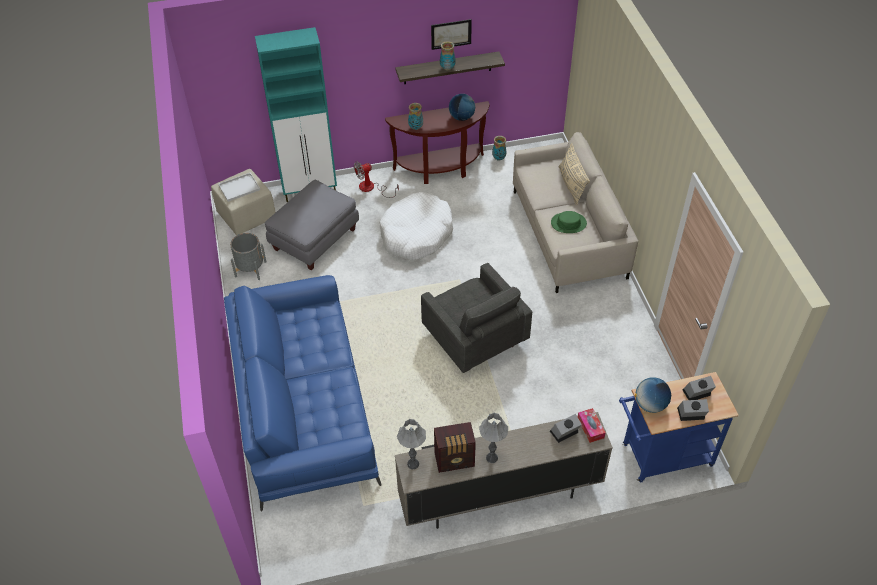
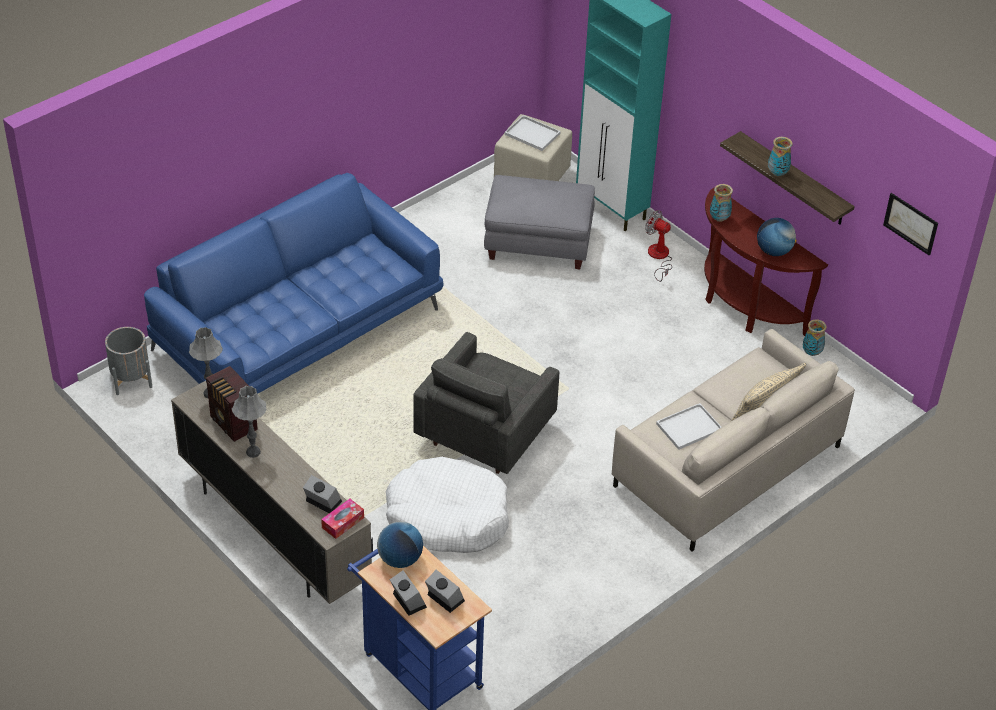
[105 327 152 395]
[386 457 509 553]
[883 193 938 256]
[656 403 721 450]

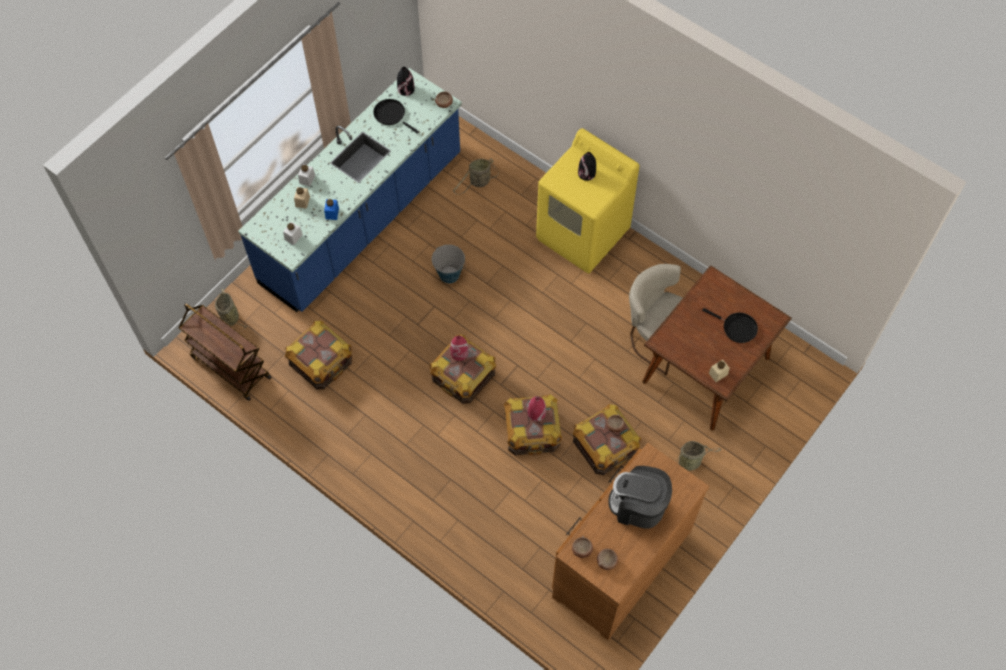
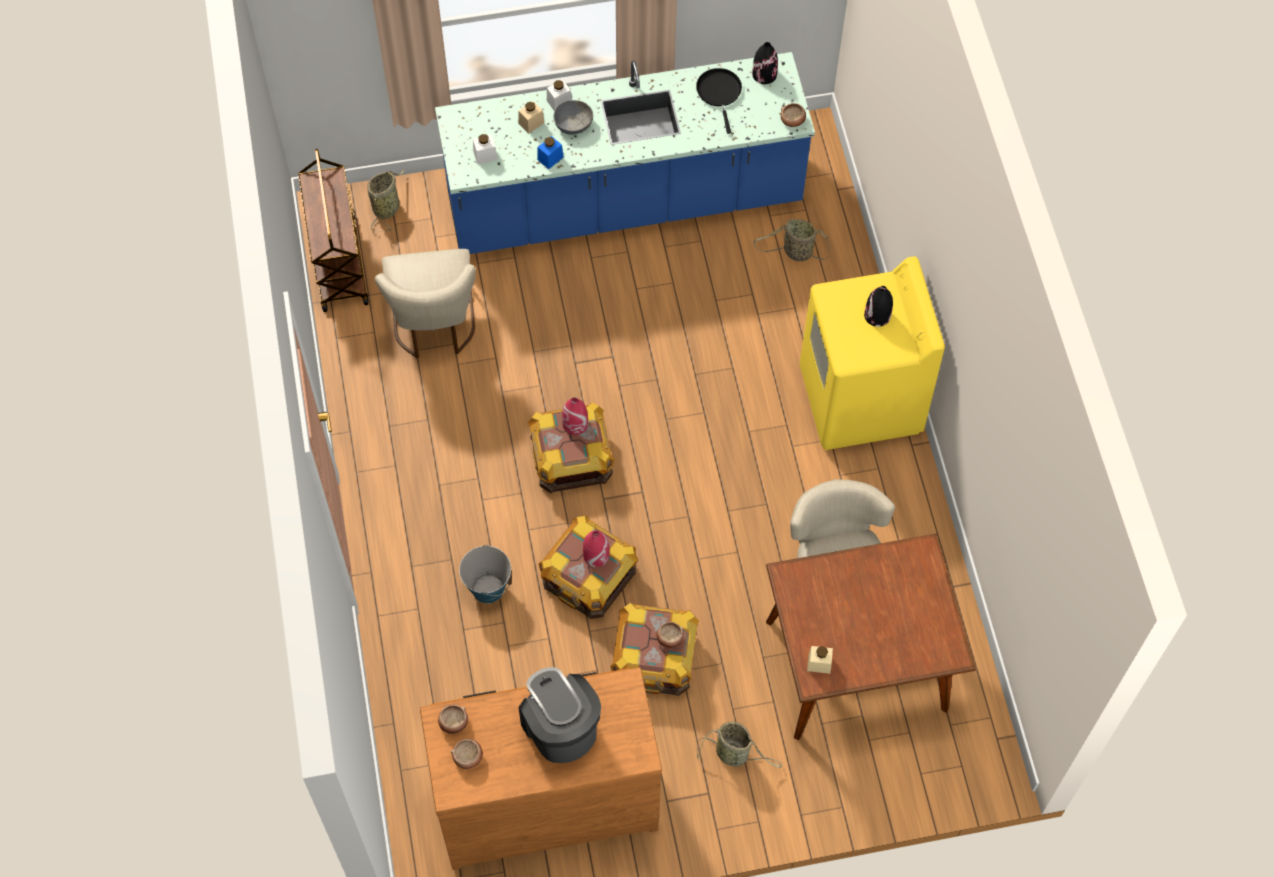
[702 308 758 343] (first image)
[554 100 593 135]
[459 545 512 603]
[375 249 476 359]

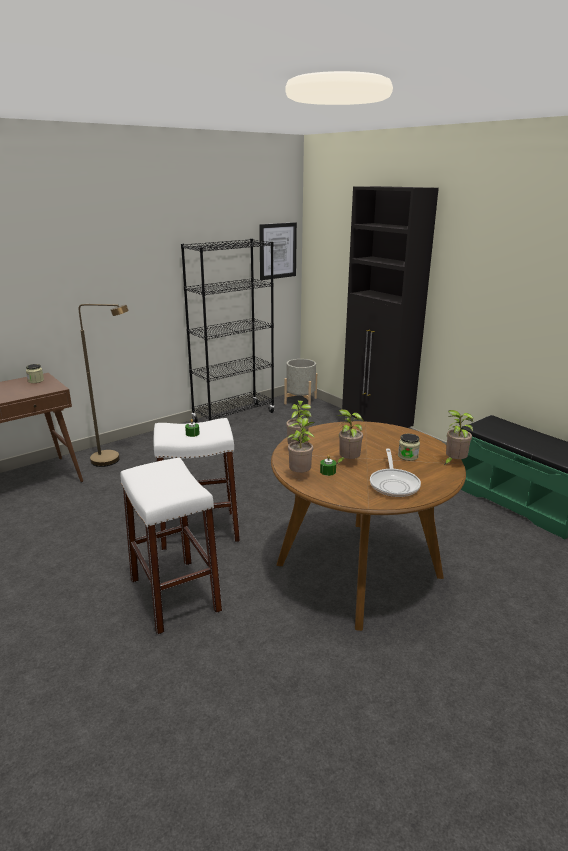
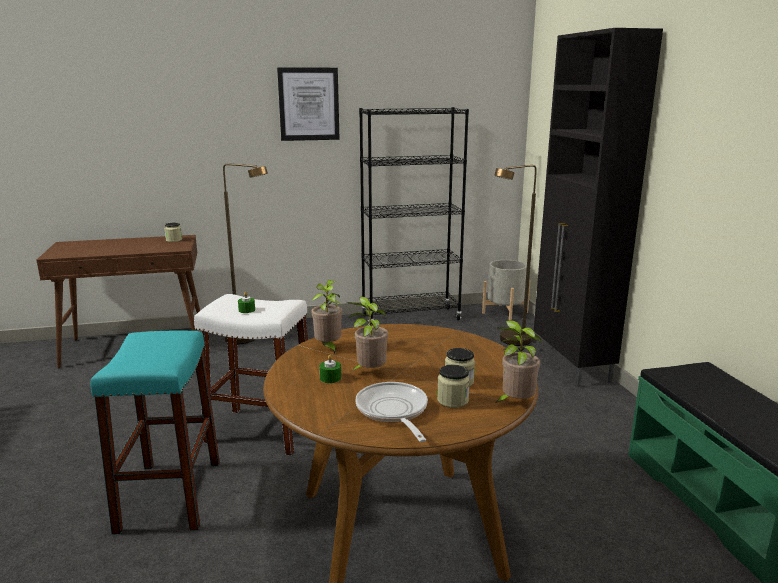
[287 418 315 473] (first image)
[437 365 470 408]
[494 165 537 346]
[277 67 340 141]
[91 330 220 535]
[356 382 428 442]

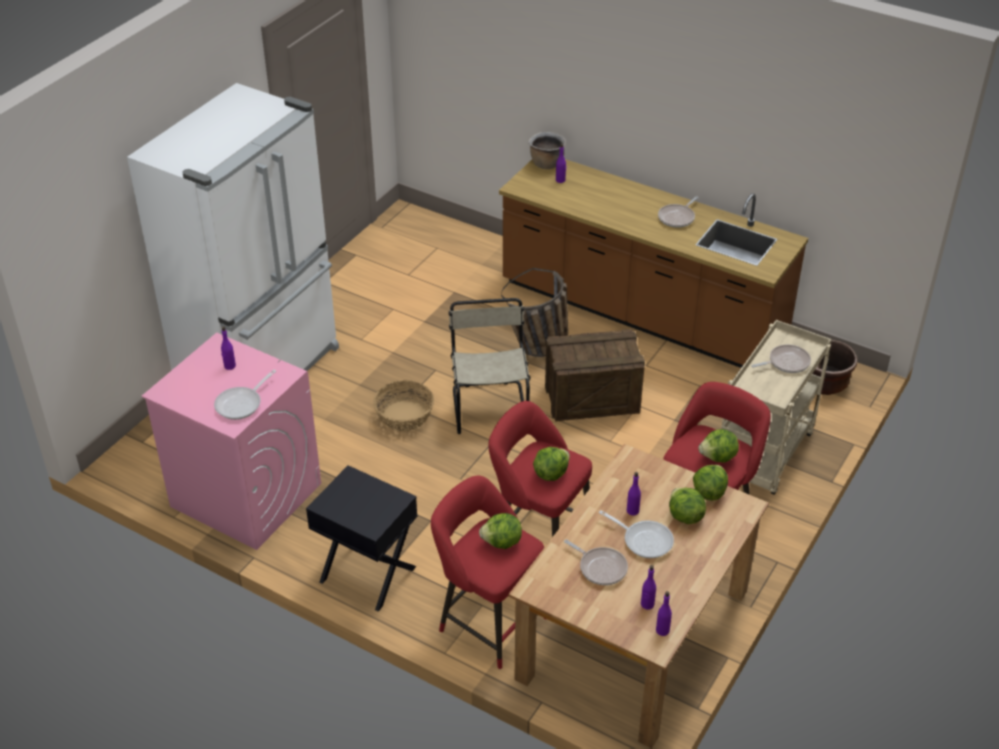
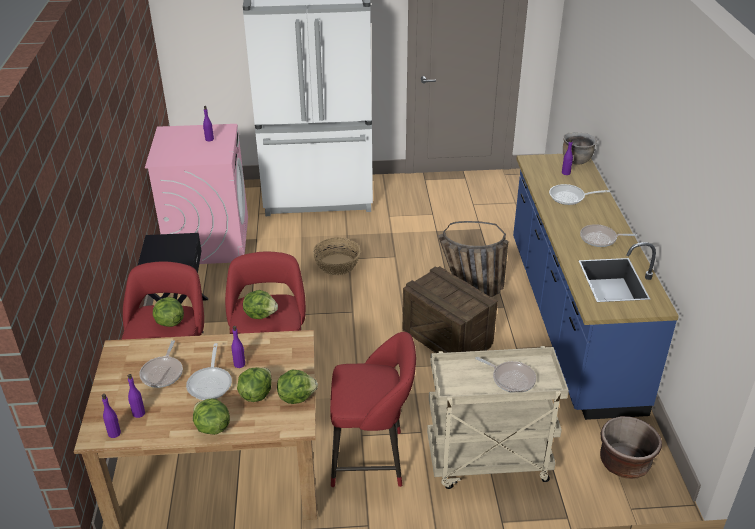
[448 298 531 434] (first image)
[549 184 610 205]
[193 399 230 435]
[513 154 679 420]

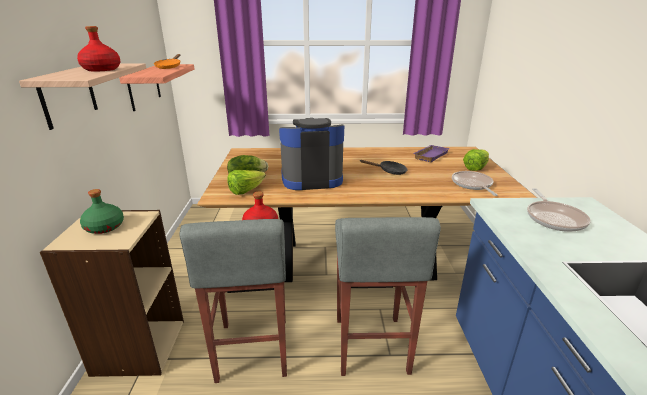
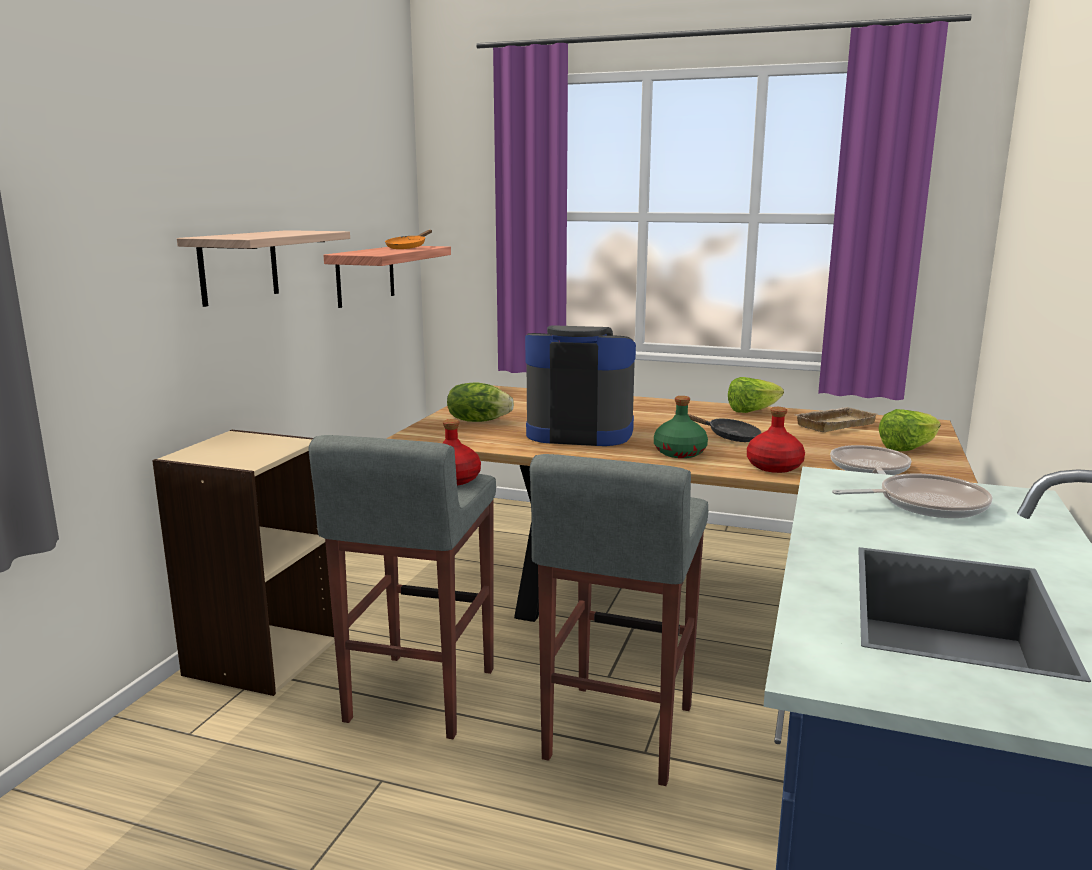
[747 407 805 473]
[654 396 708 458]
[728 377 784 413]
[793 407 879 432]
[832 474 993 518]

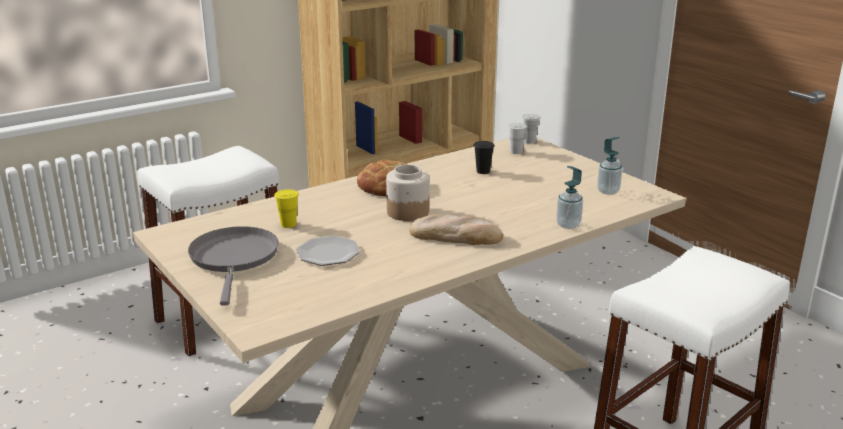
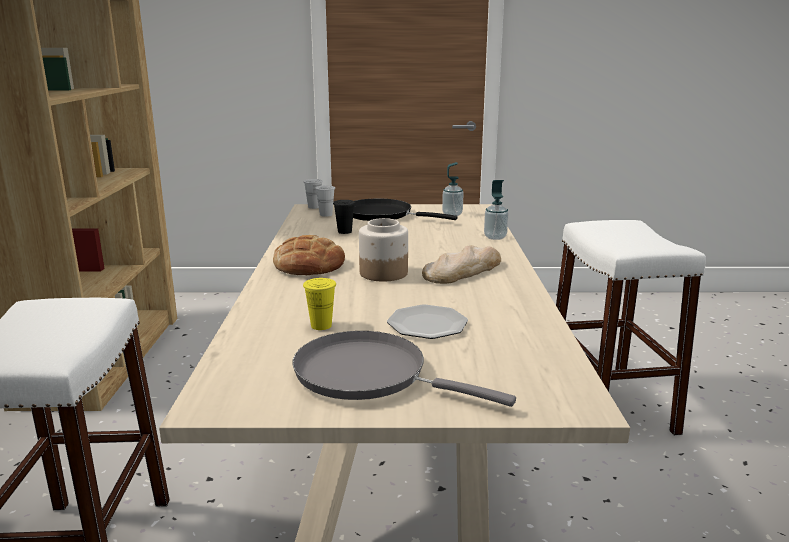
[353 199 458 221]

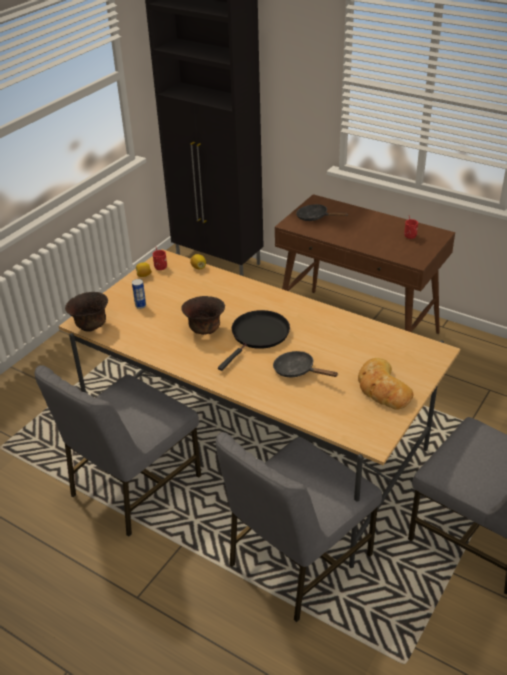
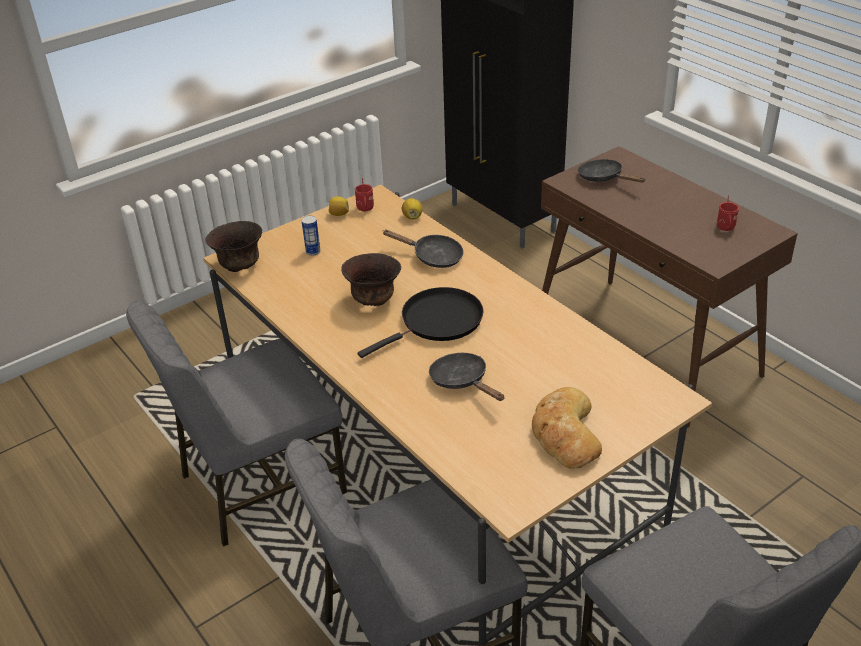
[382 230 464 268]

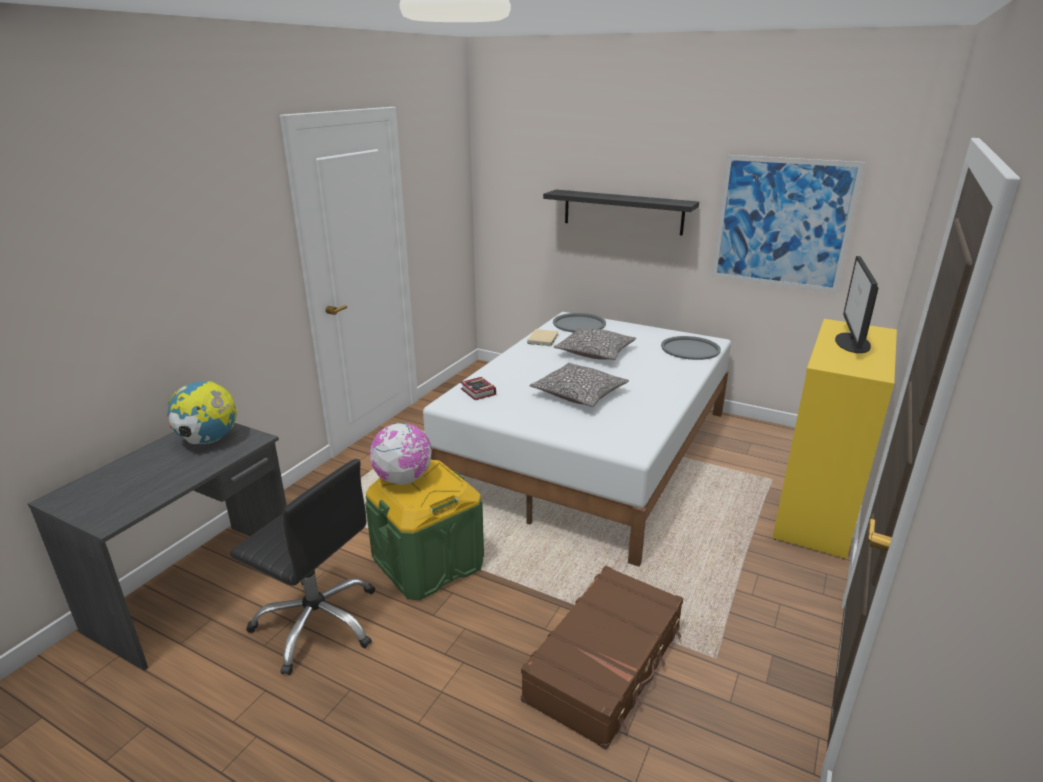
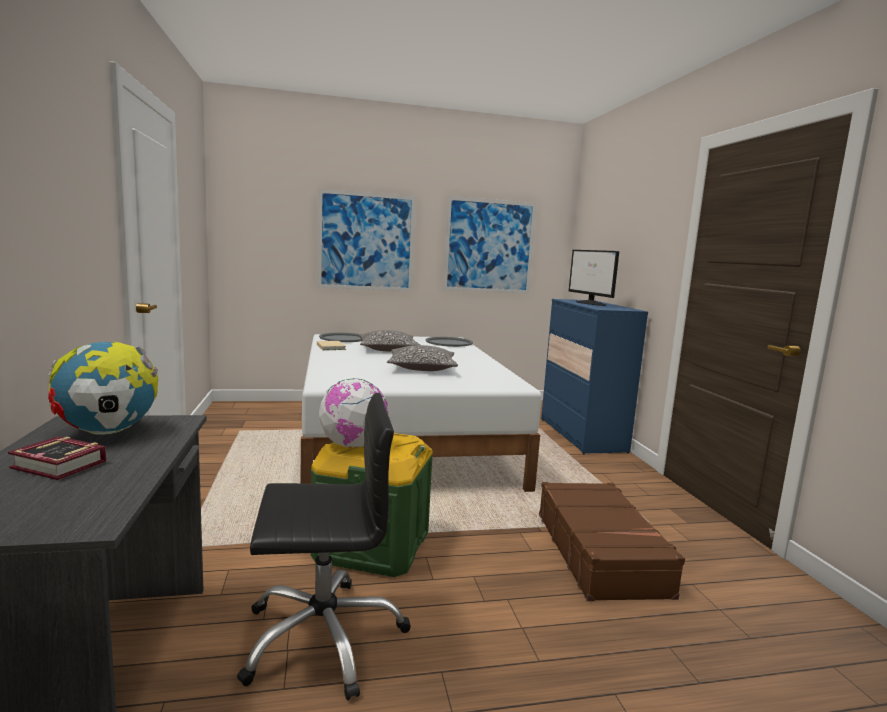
[8 436 106 480]
[318 189 416 291]
[541 299 648 454]

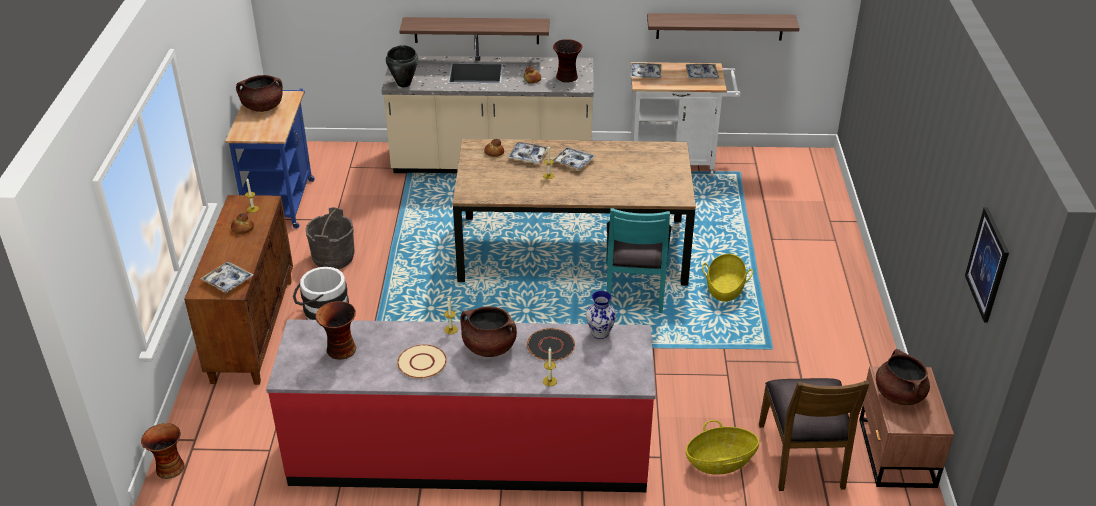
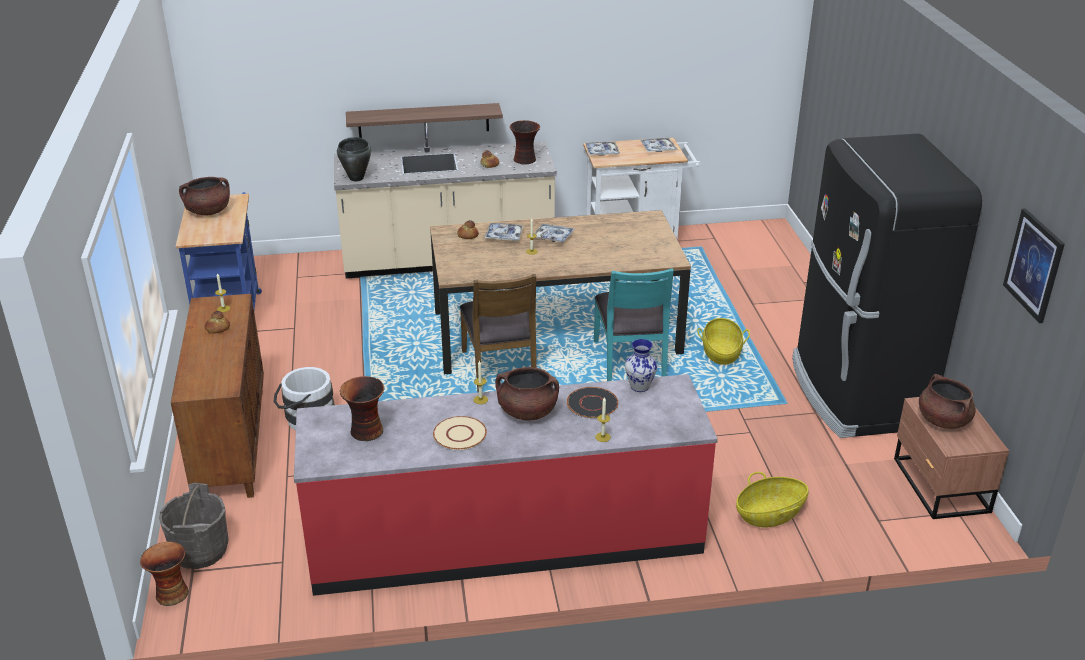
[200 262 253 293] (first image)
[647 13 800 40] (first image)
[792 133 982 438]
[159 483 229 569]
[460 274 537 393]

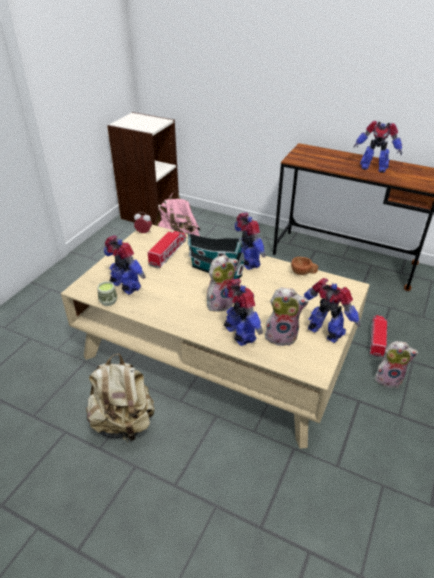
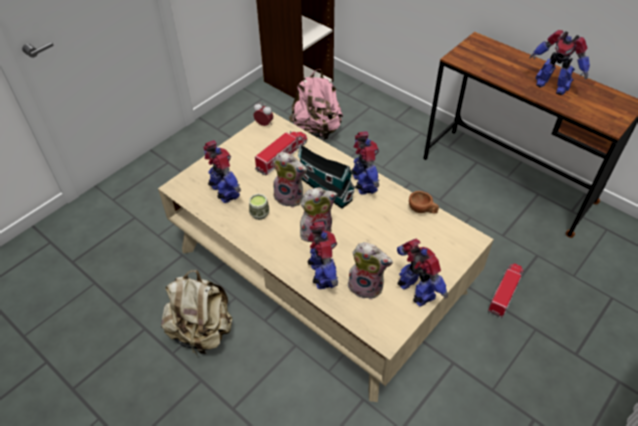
[249 194 269 220]
[273 152 307 207]

